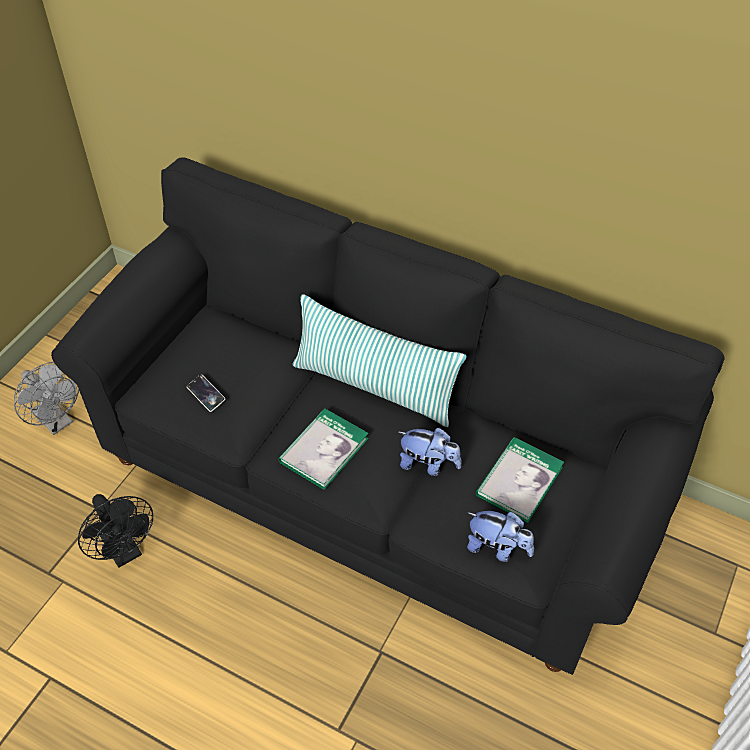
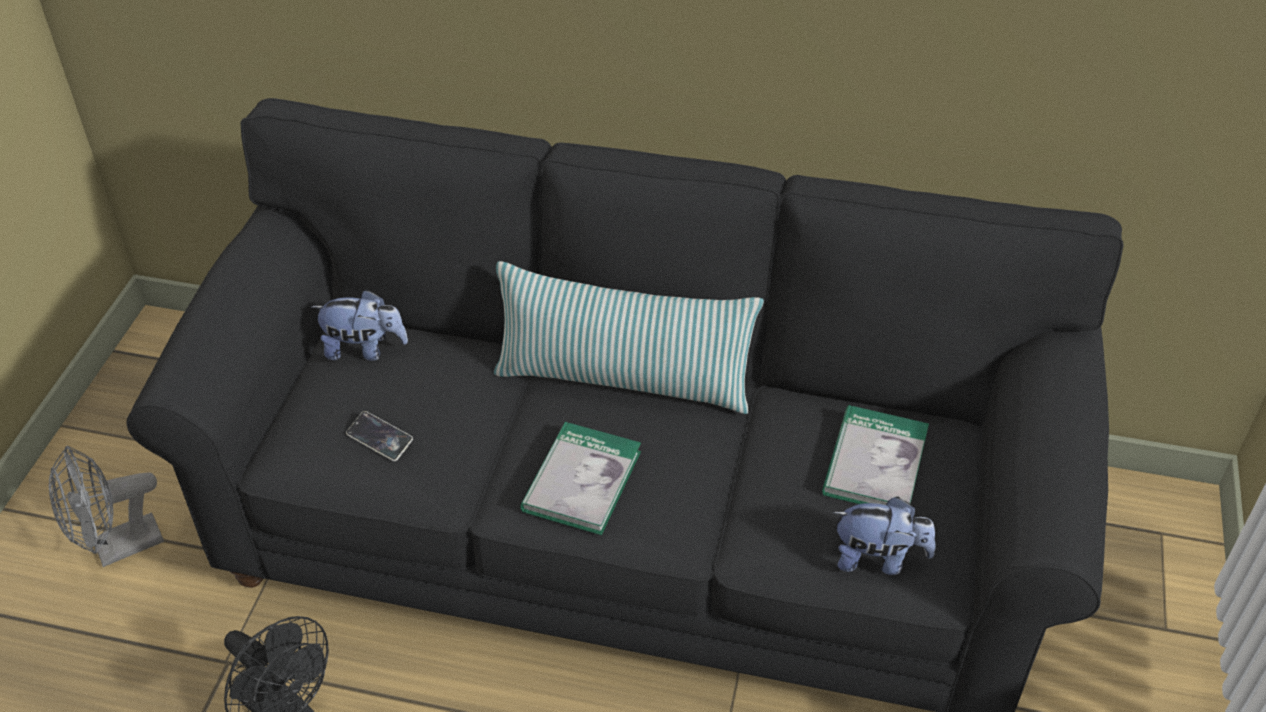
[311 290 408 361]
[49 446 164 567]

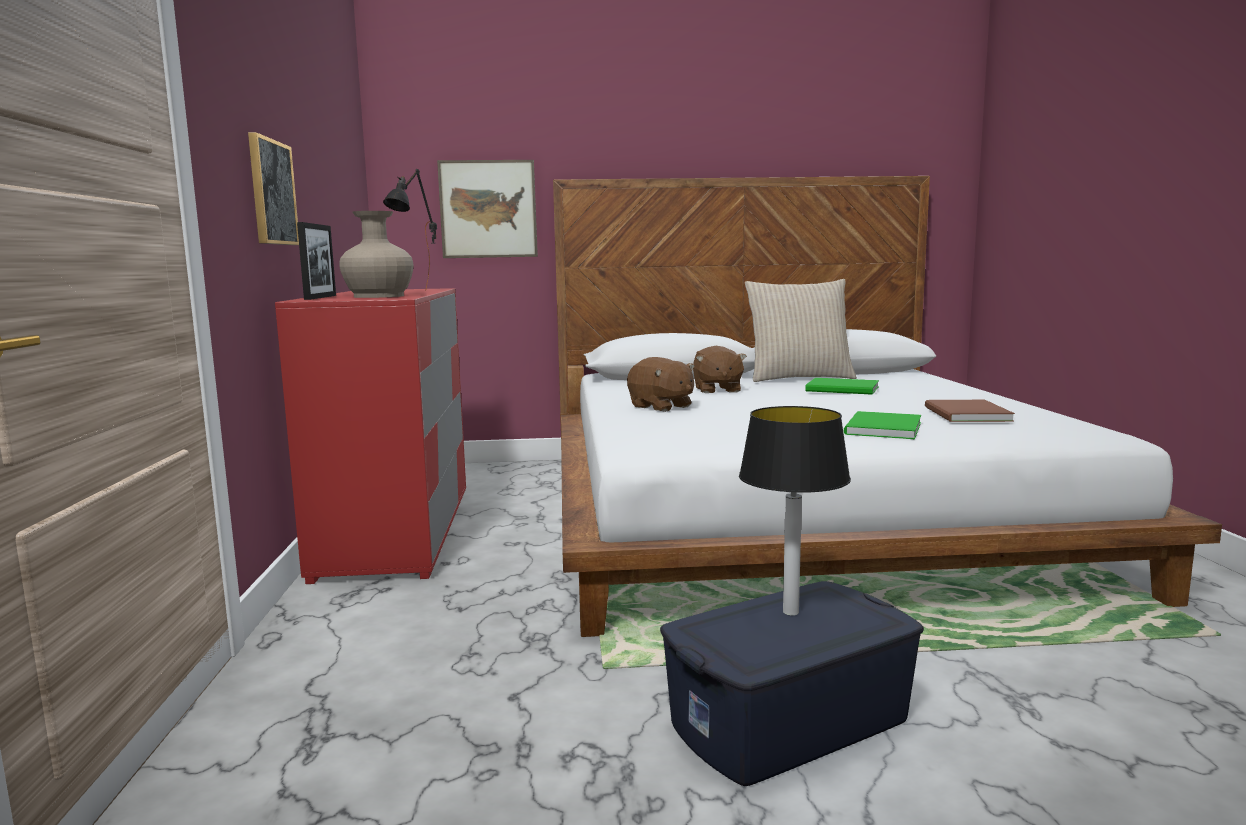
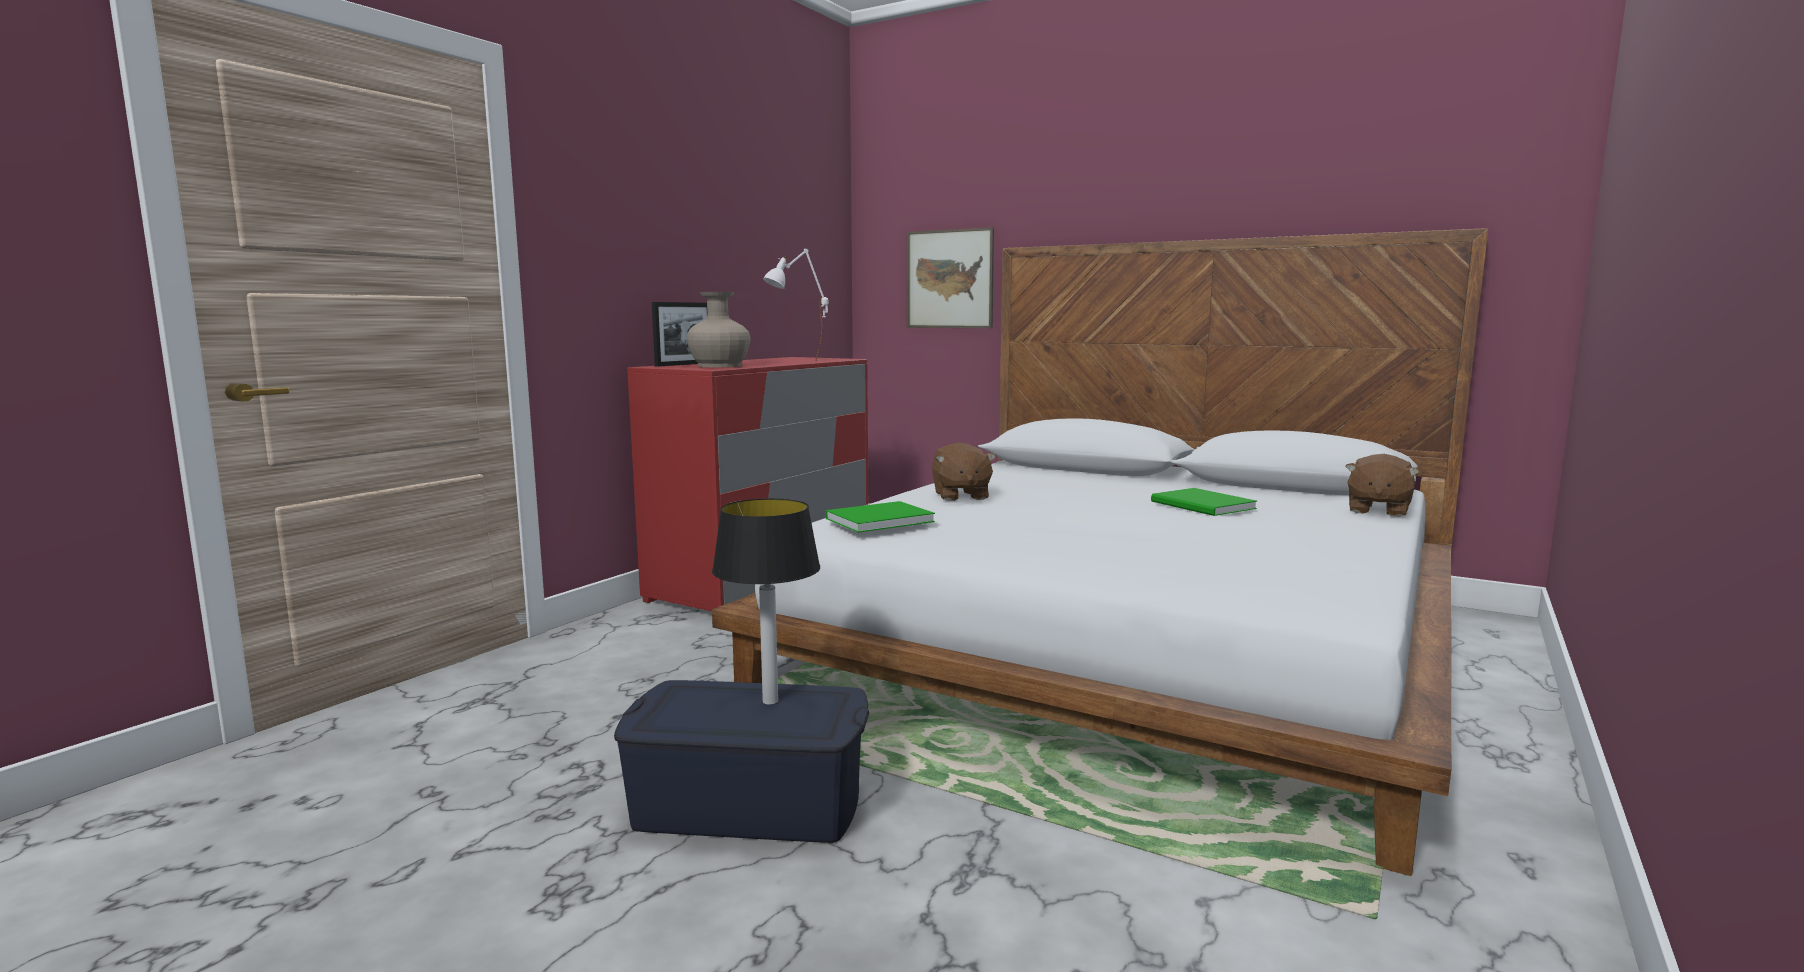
[248 132 299 245] (first image)
[745 279 857 382] (first image)
[925 400 1015 422] (first image)
[1345 454 1420 517]
[825 501 935 533]
[763 249 828 361]

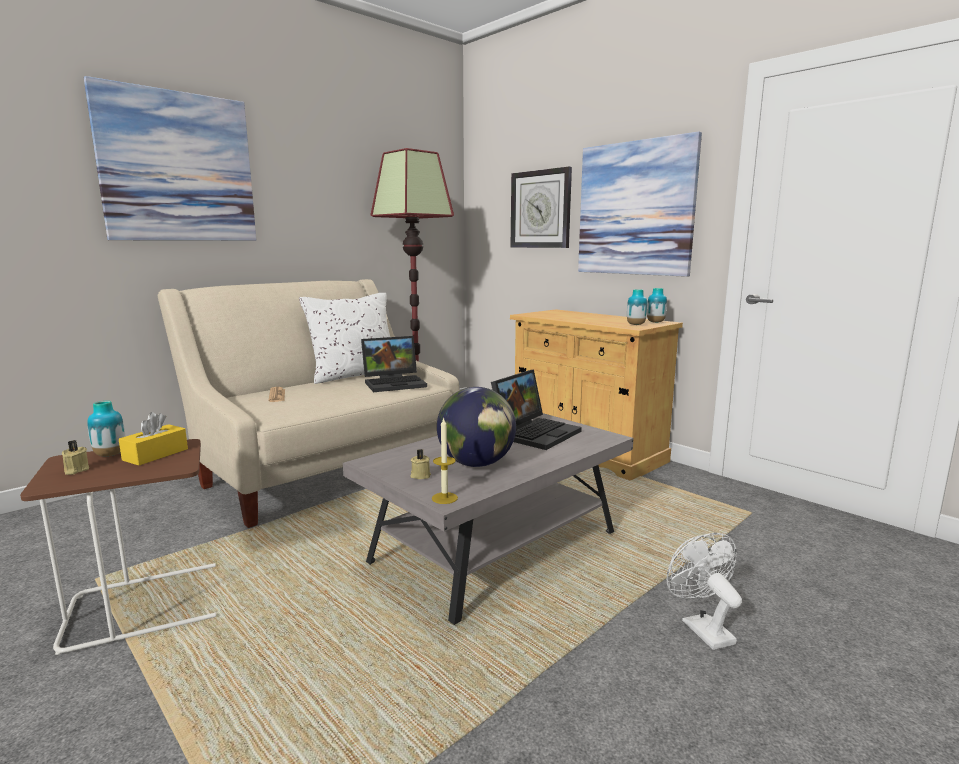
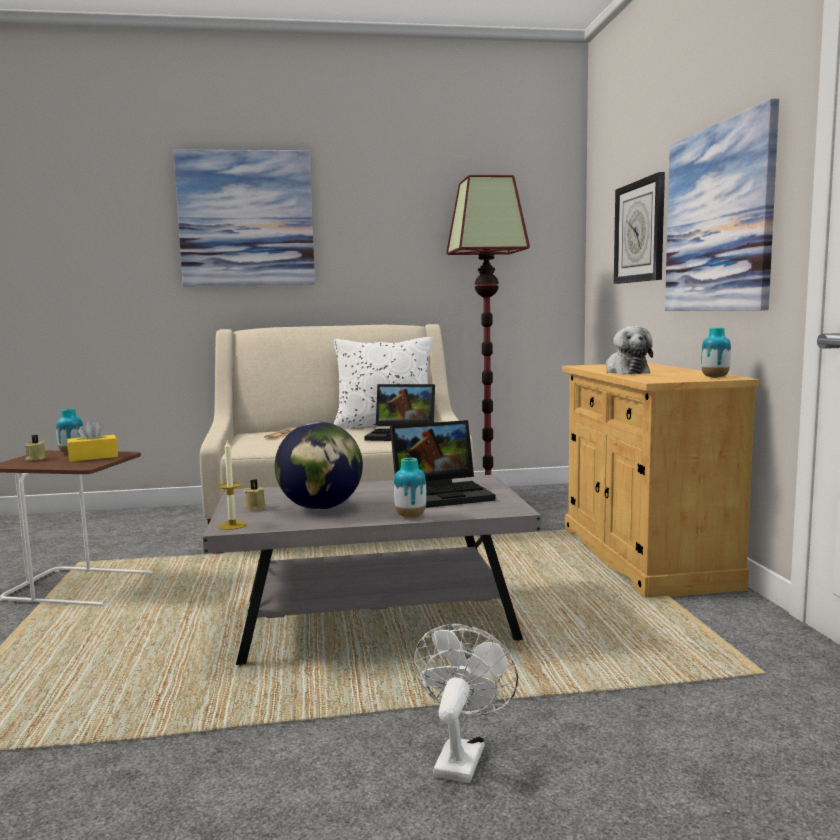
[606 326 653 374]
[394 458 427 518]

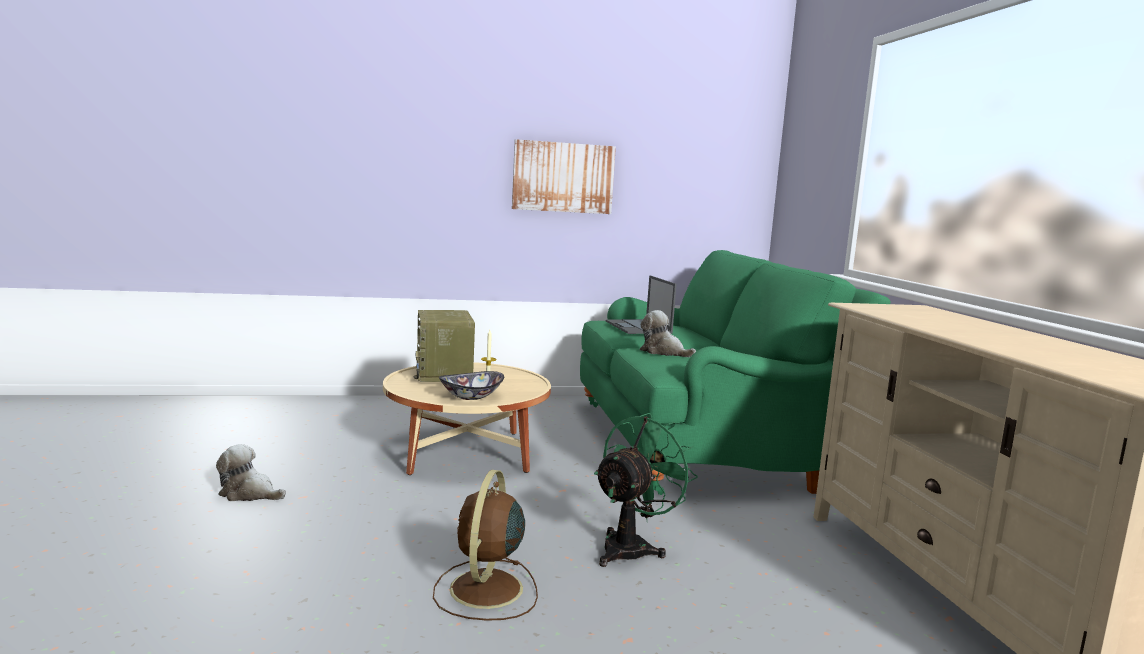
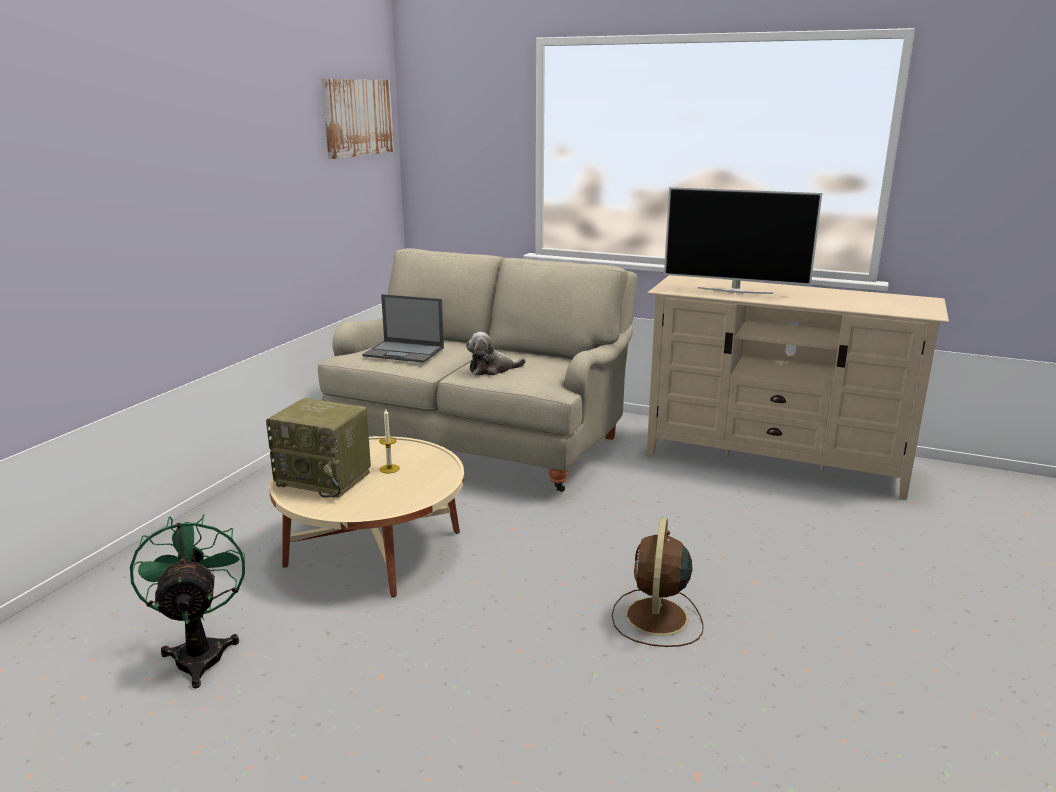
[216 444 286 501] (first image)
[439 371 504 400] (first image)
[664 187 822 294]
[322 79 394 159]
[130 514 245 688]
[318 248 638 492]
[612 518 704 647]

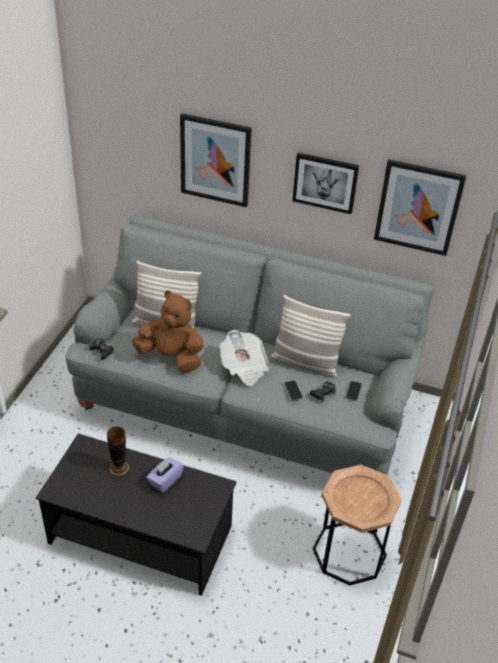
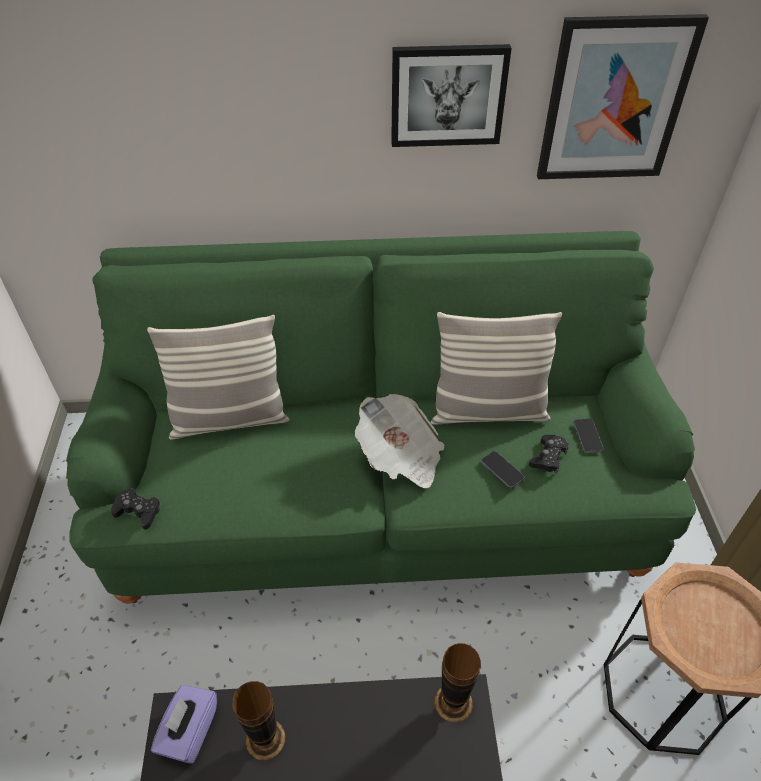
[132 290 204 372] (first image)
[180 113 252 207] (first image)
[434 643 481 723]
[151 685 217 764]
[66 231 696 604]

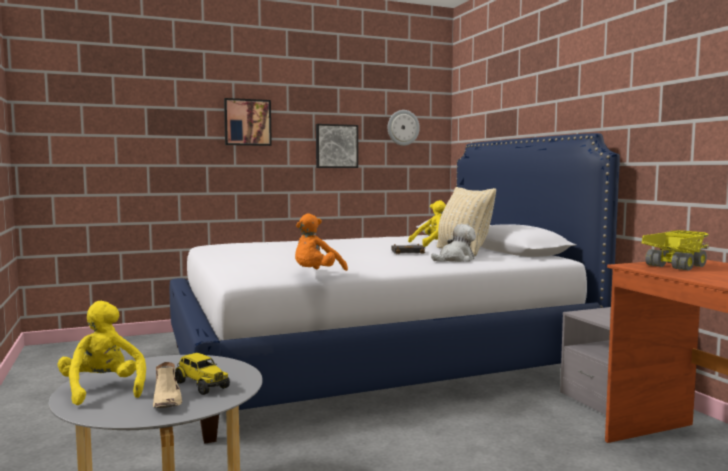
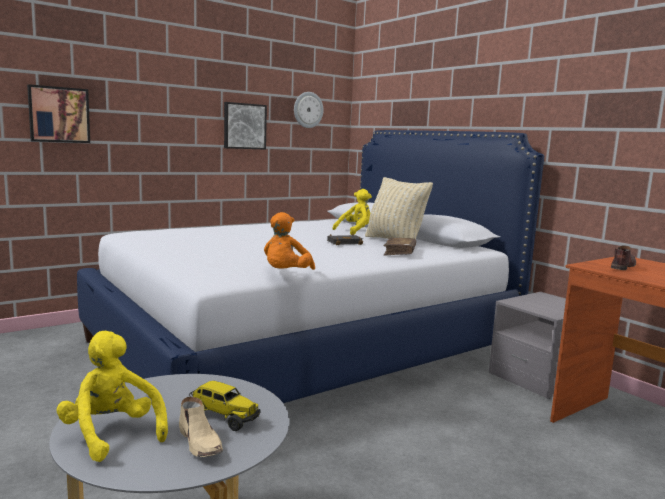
[27 84 90 143]
[384 237 416 256]
[611 246 636 270]

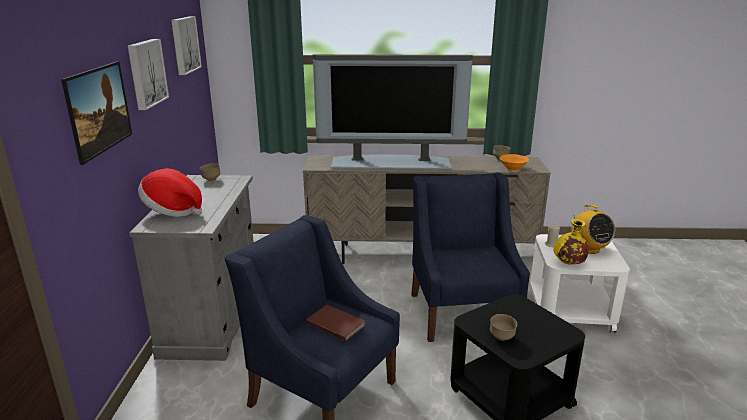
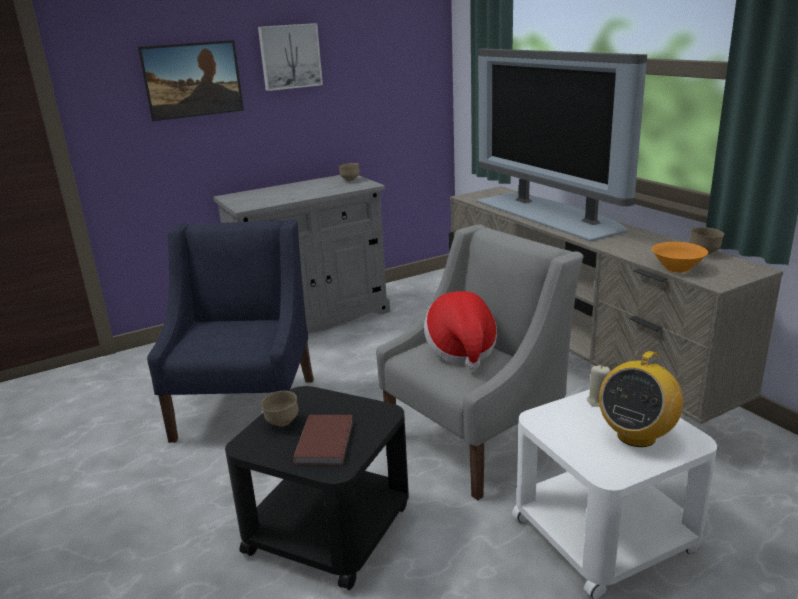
[171 16 202 75] (first image)
[553 219 589 265] (first image)
[424 291 497 370]
[293 415 353 465]
[376 224 583 500]

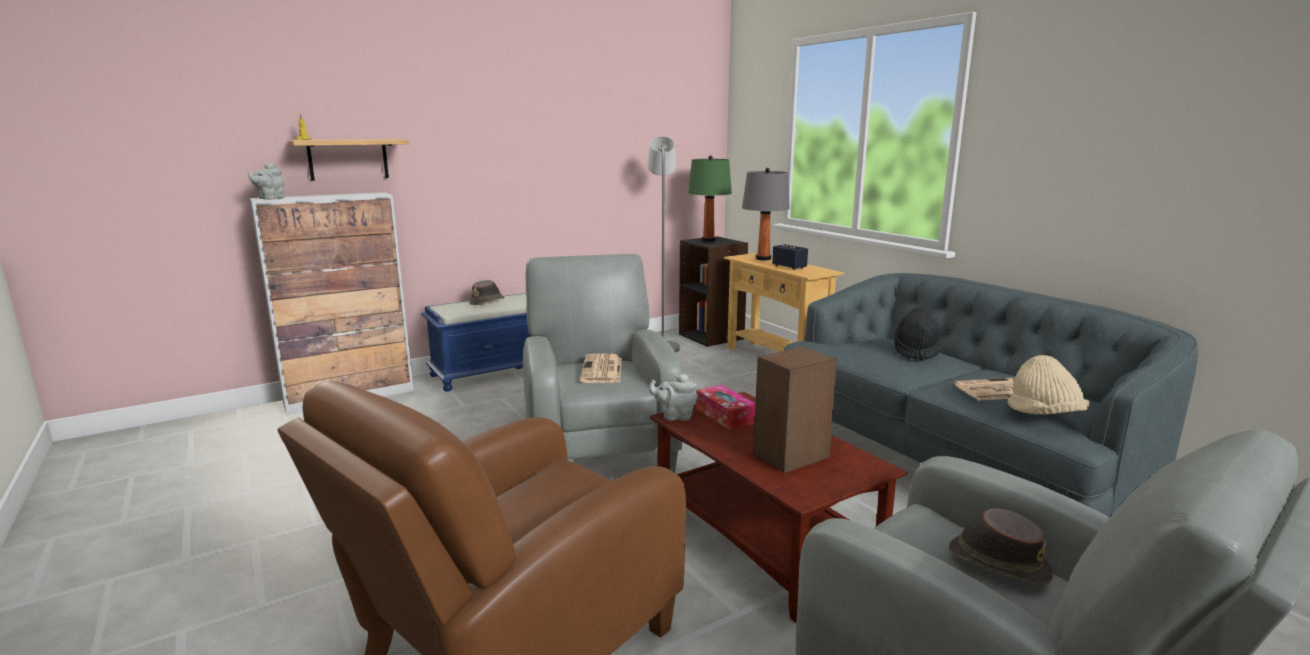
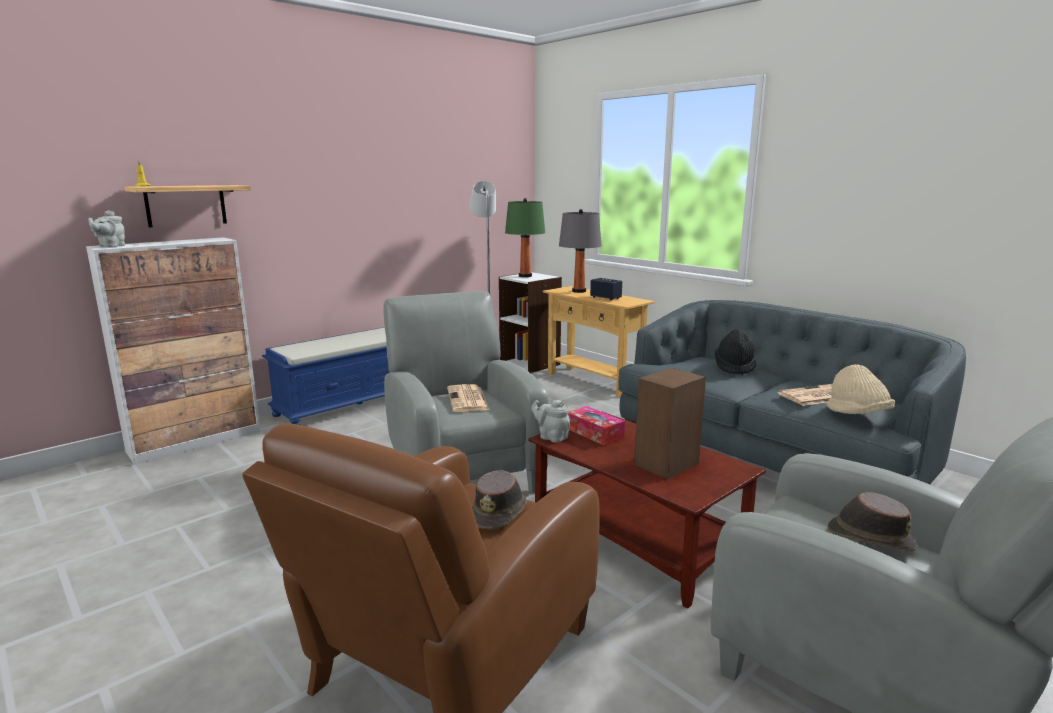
[472 470 527 530]
[499 272 562 373]
[531 399 570 443]

